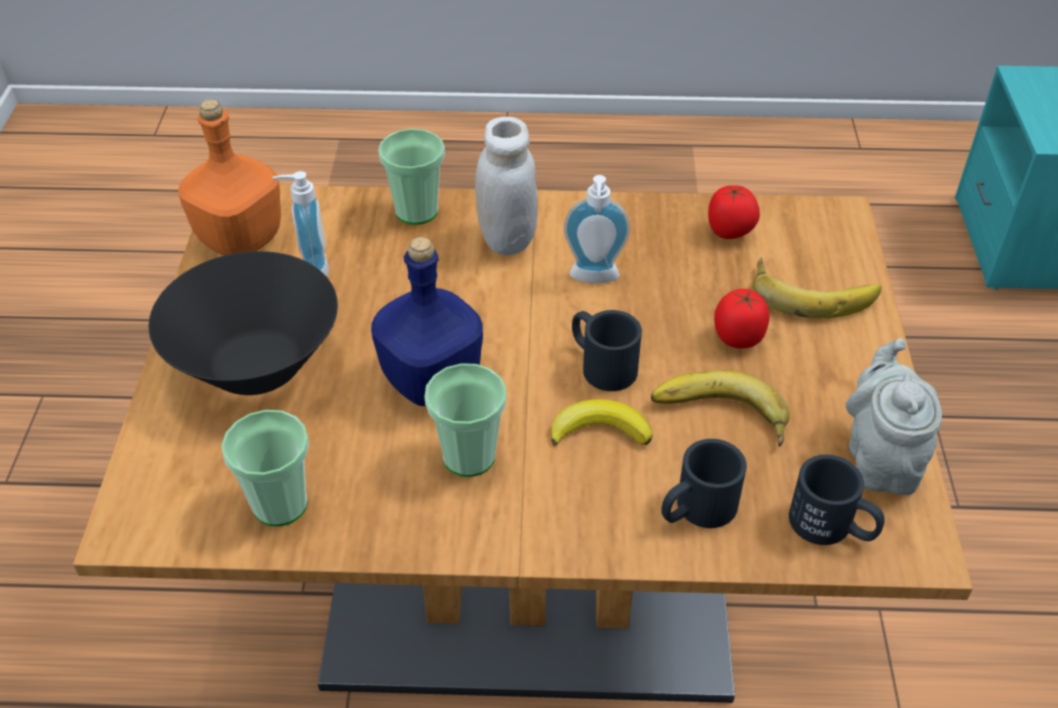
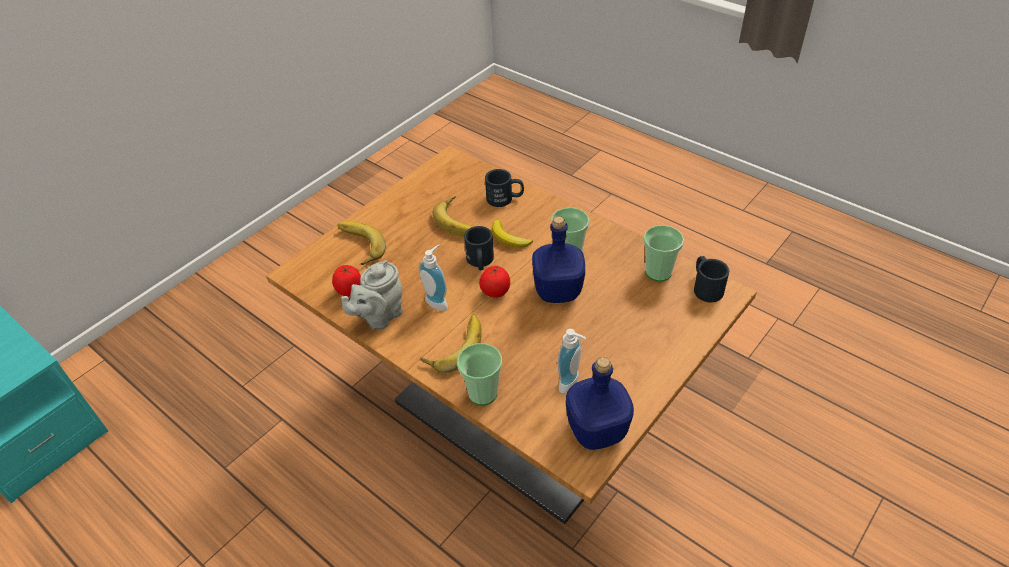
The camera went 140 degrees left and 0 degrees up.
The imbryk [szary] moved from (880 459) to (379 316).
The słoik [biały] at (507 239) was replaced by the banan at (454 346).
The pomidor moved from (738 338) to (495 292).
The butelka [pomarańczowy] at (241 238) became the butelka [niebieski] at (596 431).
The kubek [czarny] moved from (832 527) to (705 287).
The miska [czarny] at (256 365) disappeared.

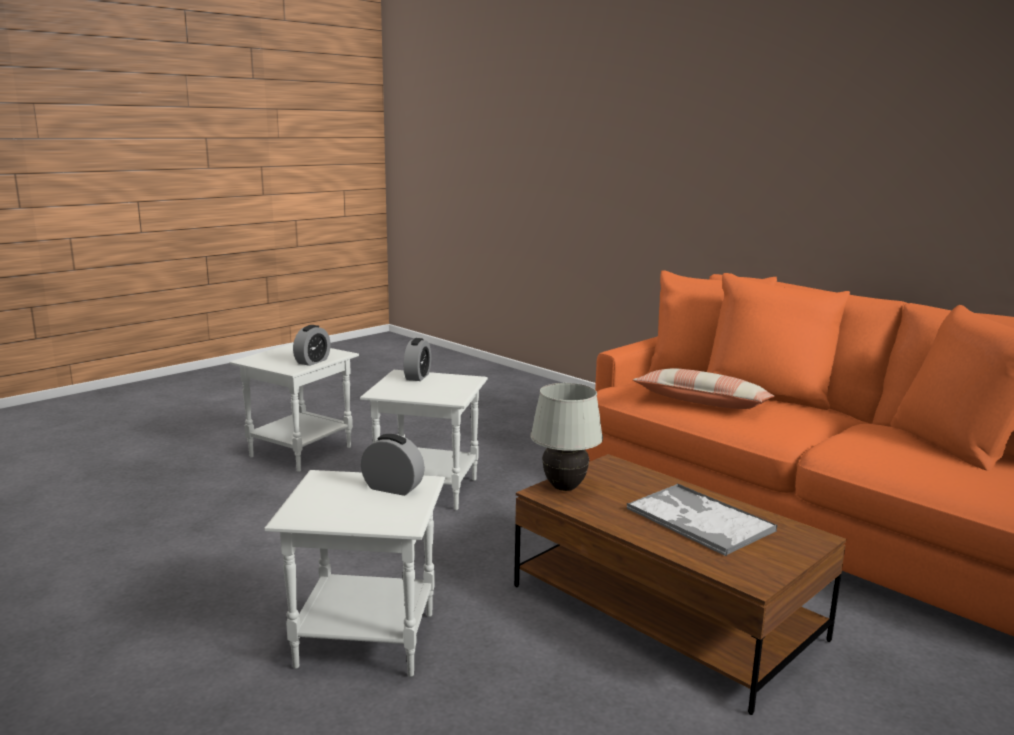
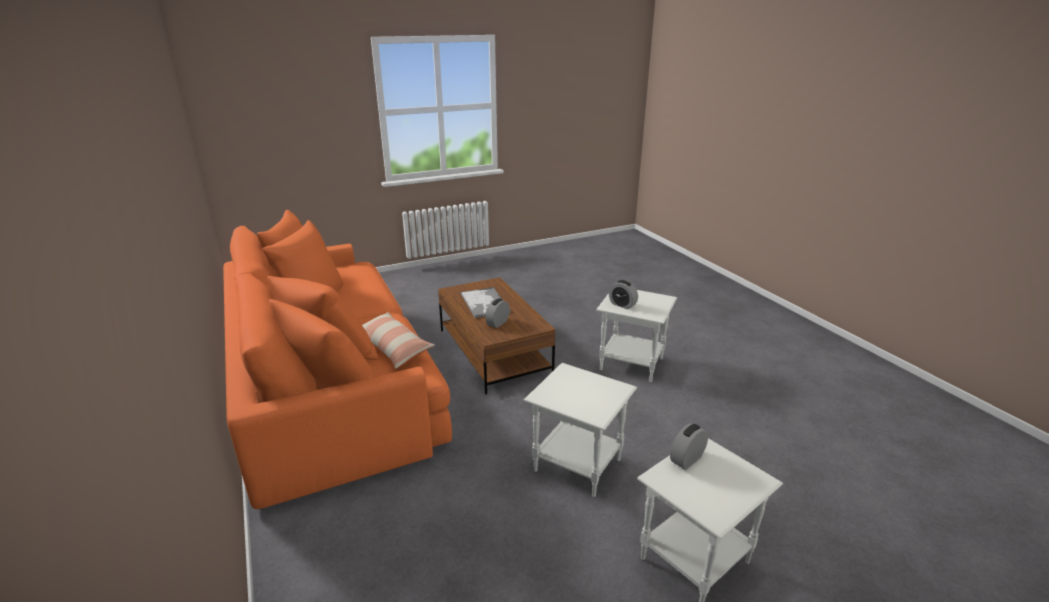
The camera went 160 degrees left and 10 degrees up.
The budzik moved from (417 376) to (497 323).
The lampa stołowa [biały] at (565 488) disappeared.

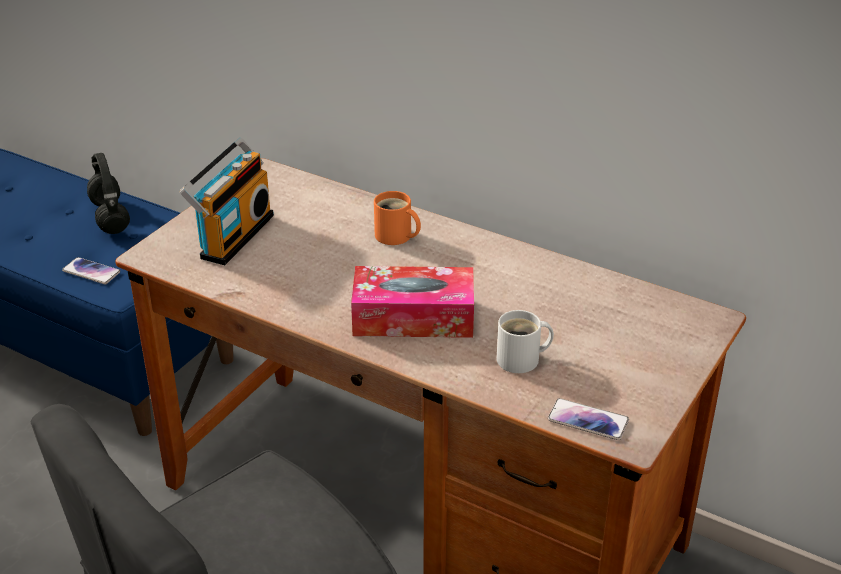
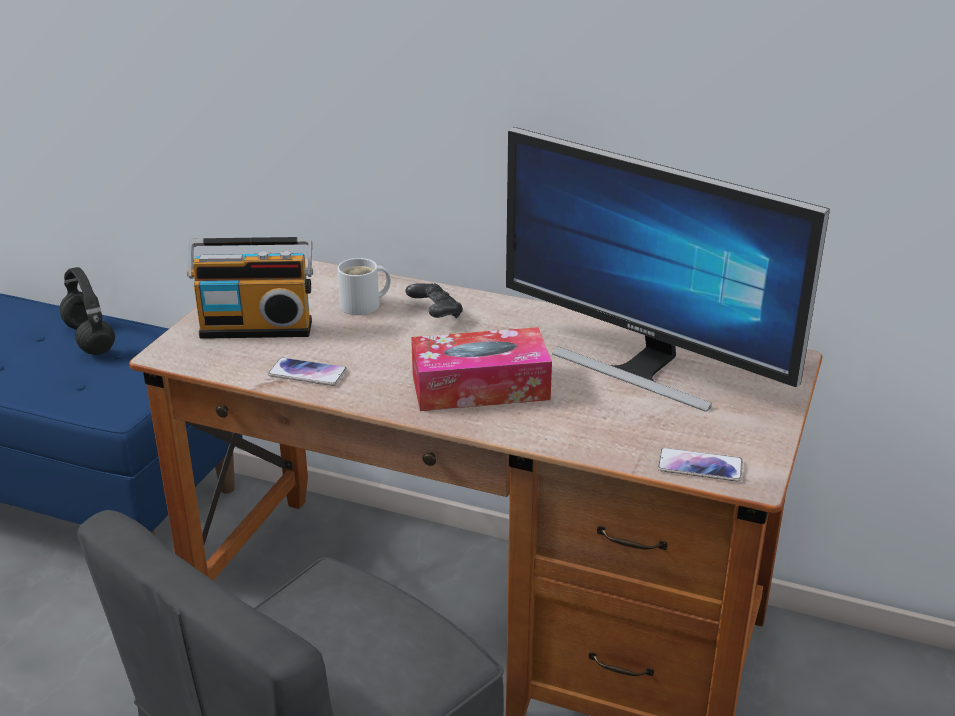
The camera went 10 degrees left and 5 degrees down.
The radio at (233 235) turned 75 degrees clockwise.
The telefon moved from (91 272) to (307 373).
The kubek [biały] moved from (522 360) to (364 305).
The kubek [pomarańczowy] at (395 237) was replaced by the pad do gier [czarny] at (435 313).
The monitor at (642 368) appeared.

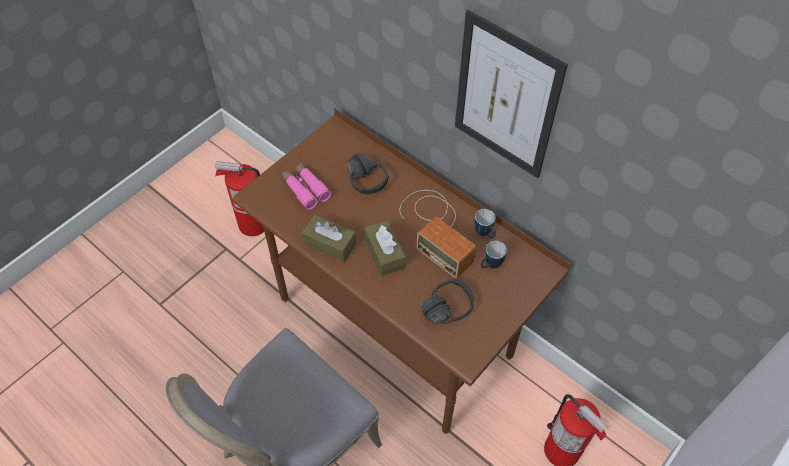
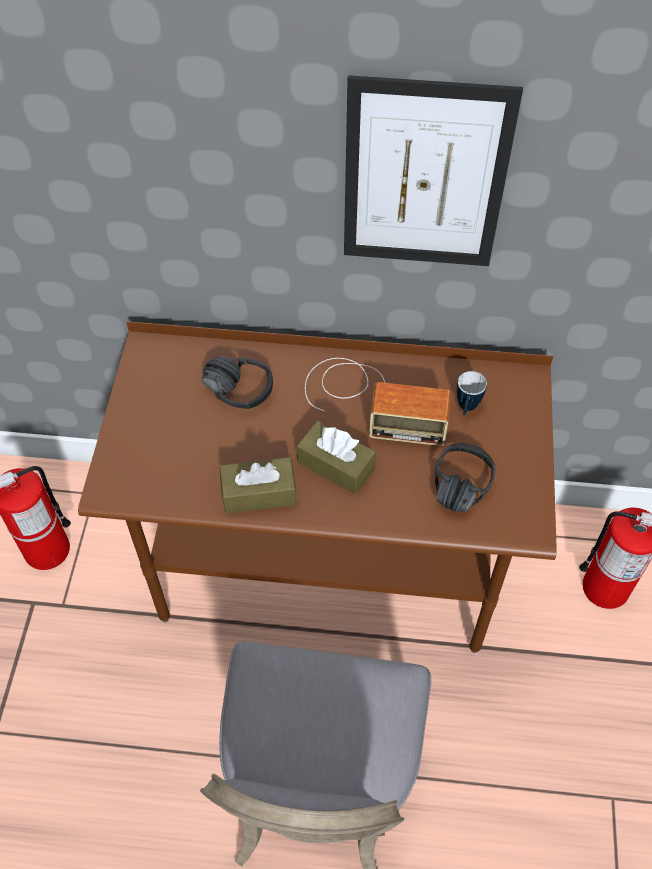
The camera went 35 degrees left and 0 degrees up.
The lornetka [różowy] at (305 189) disappeared.
The kubek at (485 234) disappeared.

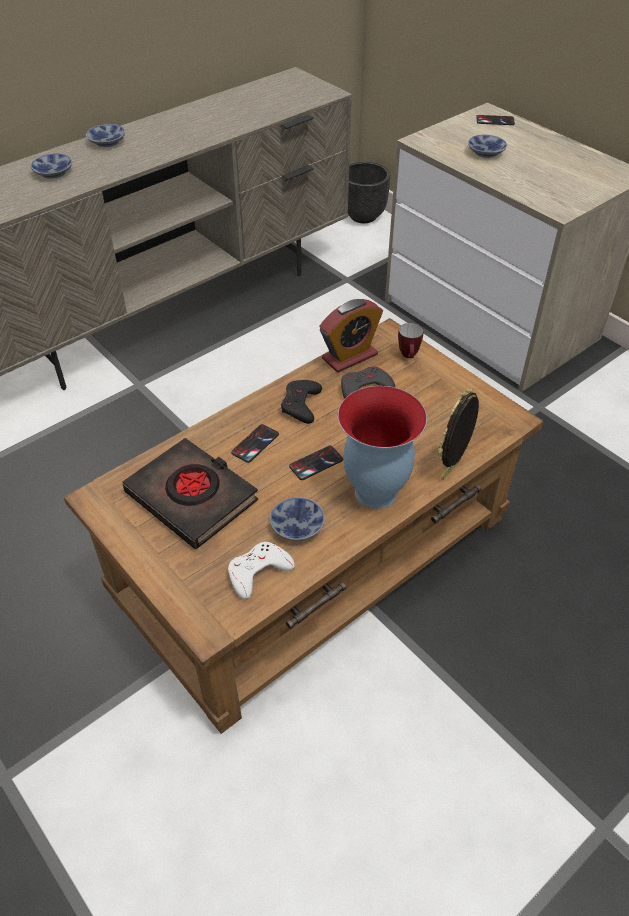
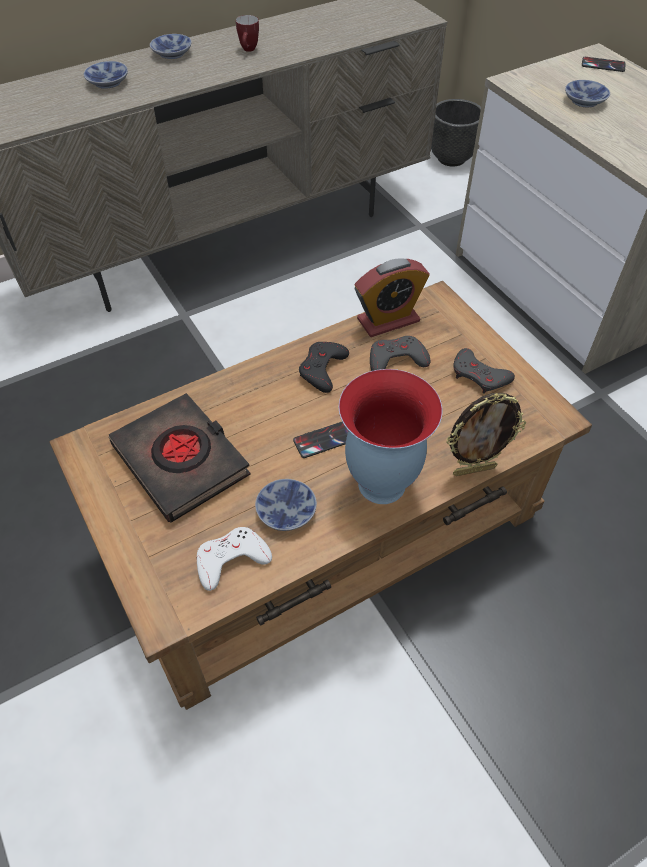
The camera went 10 degrees right and 5 degrees up.
The kubek moved from (409 356) to (249 50).
The ramka na zdjęcie at (452 470) turned 150 degrees counterclockwise.
The pad do gier [szary] at (479 376) appeared.
The telefon at (255 443) disappeared.

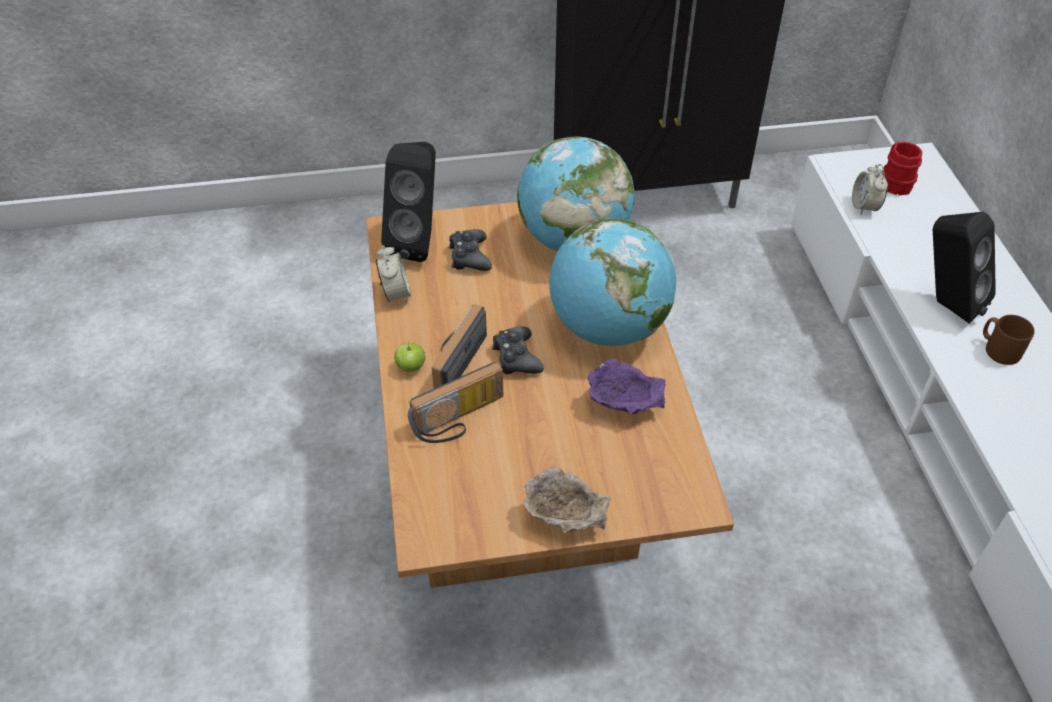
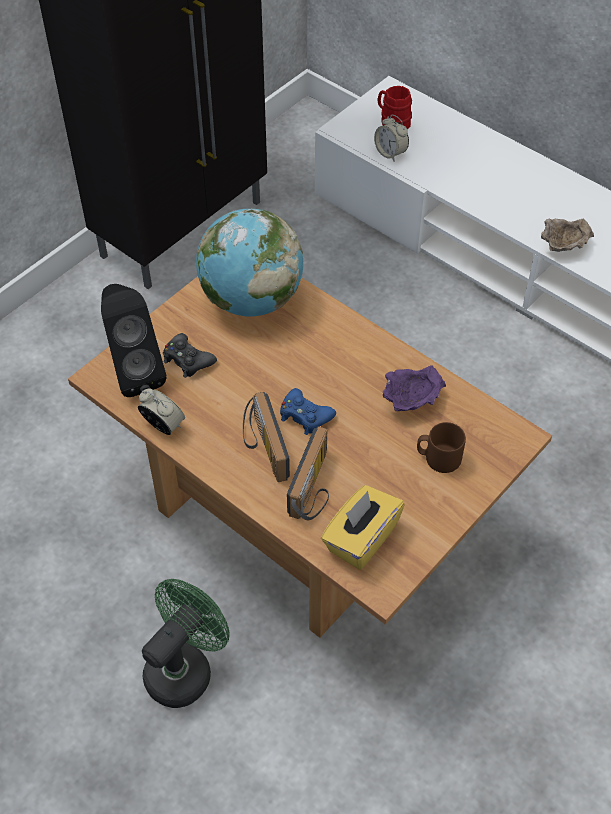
The camera went 40 degrees left and 5 degrees up.
The wentylator [zielony] at (185 667) appeared.
The pad do gier [czarny] at (516 357) became the pad do gier [niebieski] at (305 416).
The pudełko chusteczek [żółty] at (361 539) appeared.
The kubek [brązowy] moved from (998 350) to (438 458).
The miska [beżowy] moved from (565 519) to (563 247).
The jabłko at (411 367) disappeared.
The globus at (608 328) disappeared.
The głośnik [czarny] at (945 303) disappeared.

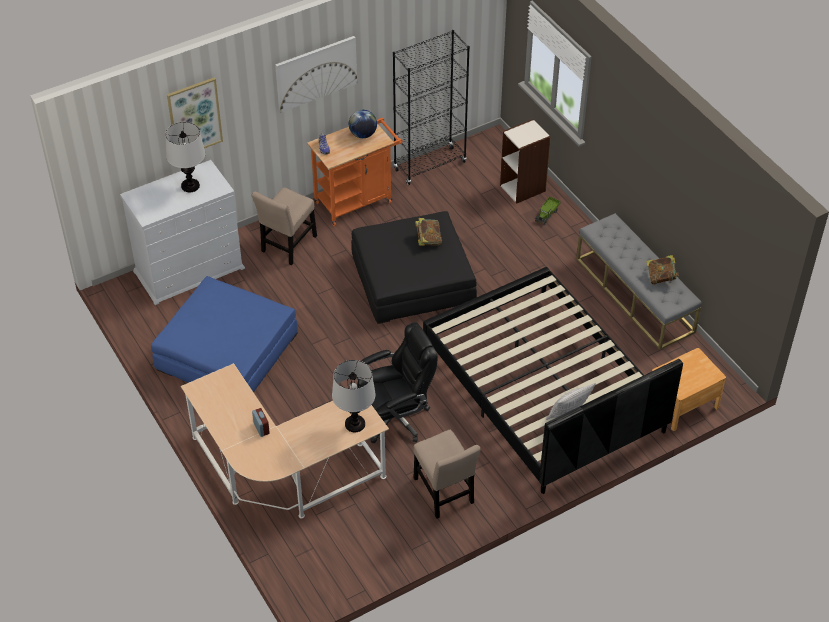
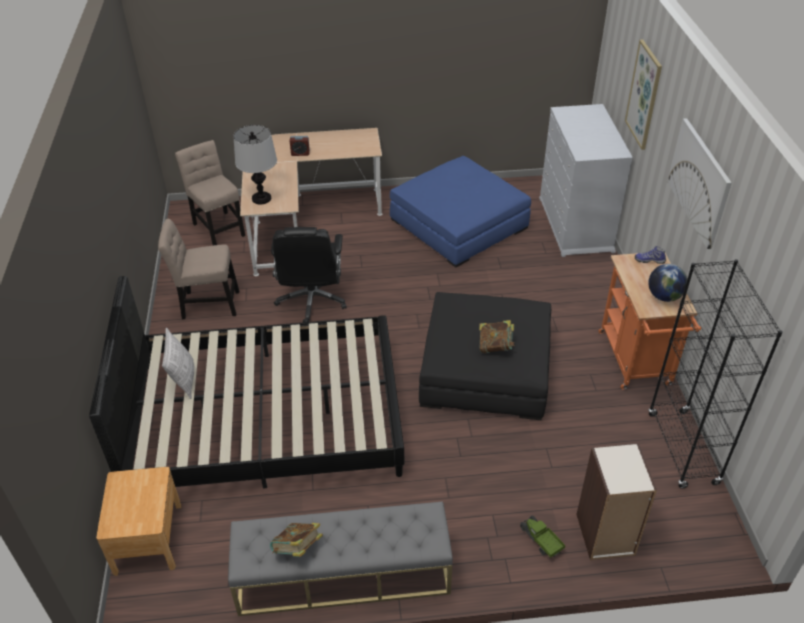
The camera went 115 degrees right and 5 degrees down.
The krzesło [beżowy] moved from (288 246) to (218 228).
The lampa stołowa at (190 186) disappeared.

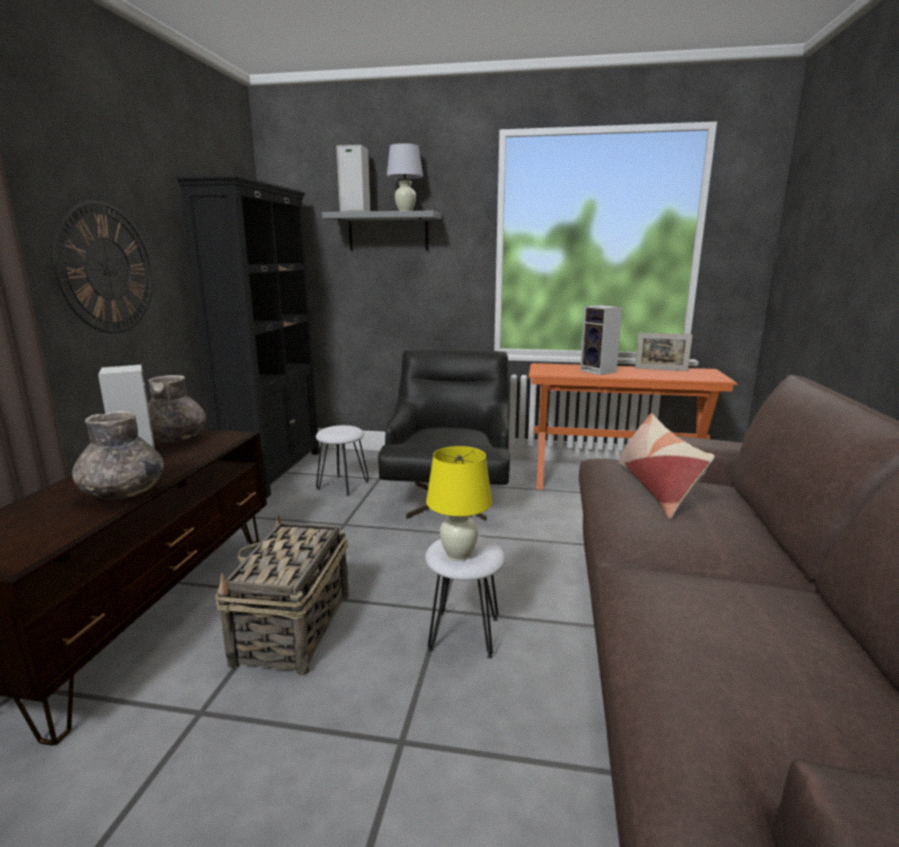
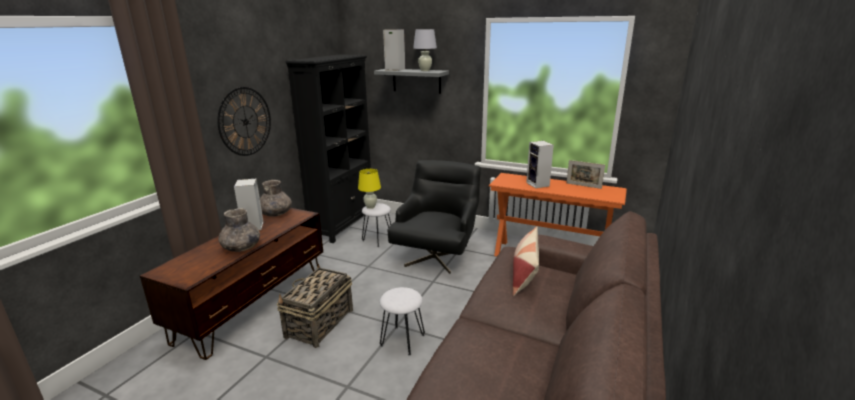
The camera went 15 degrees right and 5 degrees up.
The lampa stołowa [żółty] moved from (458 555) to (370 207).

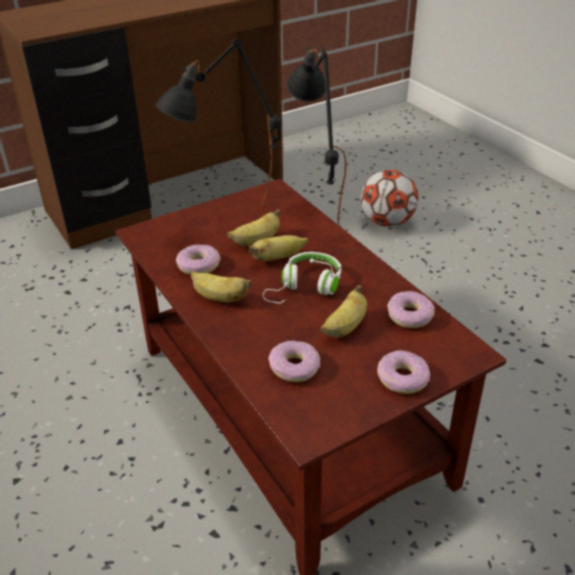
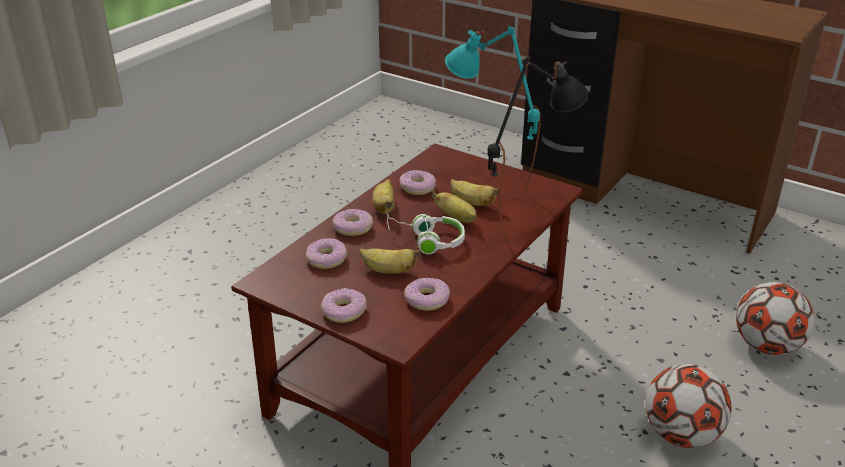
The camera went 65 degrees right and 5 degrees down.
The donut at (353 227) appeared.
The lampa stołowa [czarny] at (229 222) became the lampa stołowa [turkusowy] at (487 183).
The piłka futbolowa at (681 435) appeared.

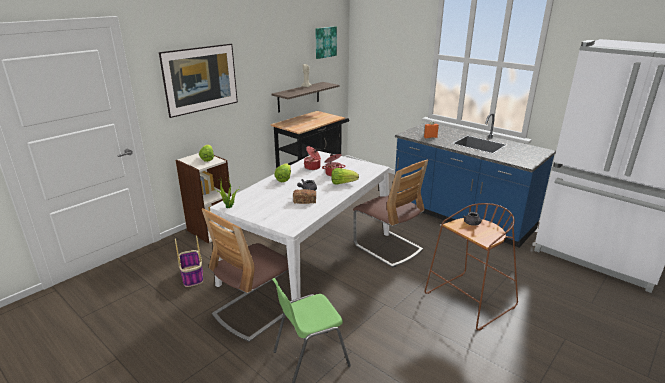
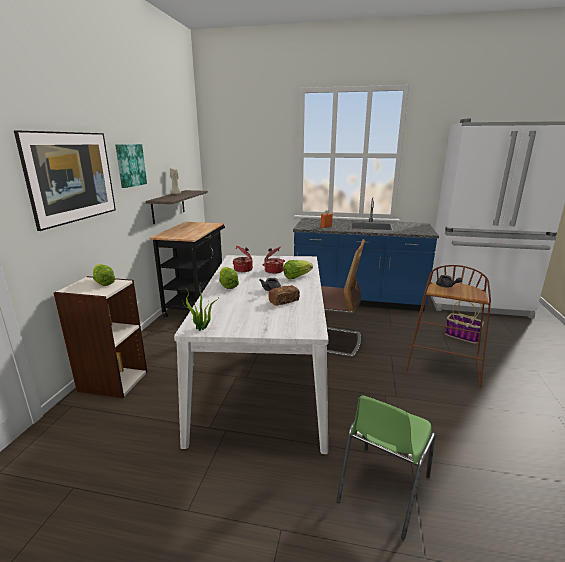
The camera went 30 degrees left and 5 degrees down.
The obraz moved from (325 42) to (130 165).
The koszyk moved from (192 276) to (462 336).
The krzesło at (255 311) disappeared.

